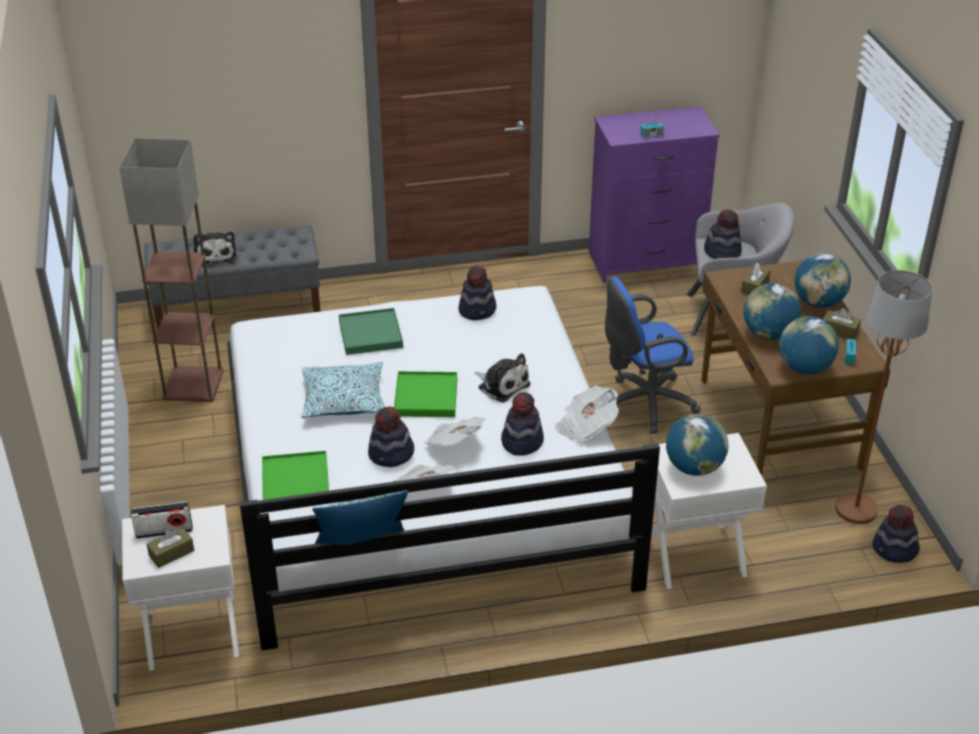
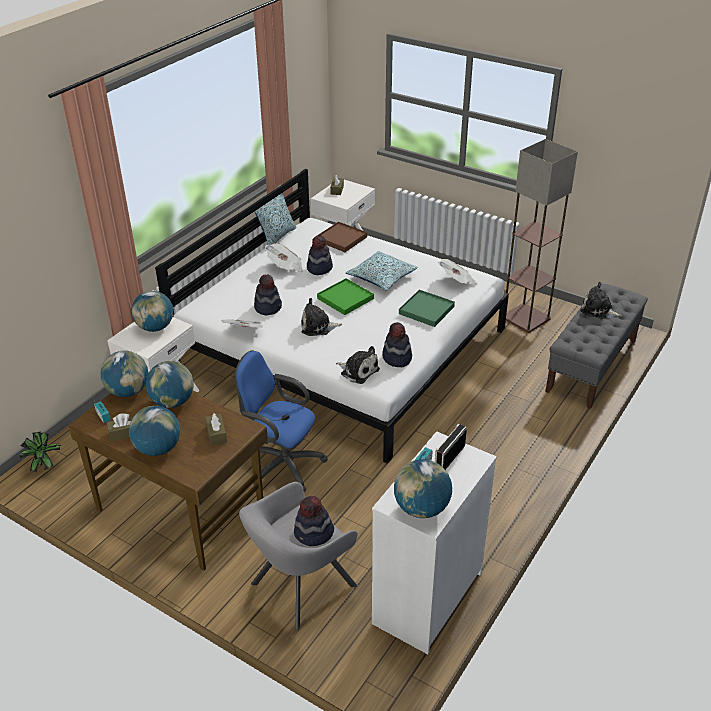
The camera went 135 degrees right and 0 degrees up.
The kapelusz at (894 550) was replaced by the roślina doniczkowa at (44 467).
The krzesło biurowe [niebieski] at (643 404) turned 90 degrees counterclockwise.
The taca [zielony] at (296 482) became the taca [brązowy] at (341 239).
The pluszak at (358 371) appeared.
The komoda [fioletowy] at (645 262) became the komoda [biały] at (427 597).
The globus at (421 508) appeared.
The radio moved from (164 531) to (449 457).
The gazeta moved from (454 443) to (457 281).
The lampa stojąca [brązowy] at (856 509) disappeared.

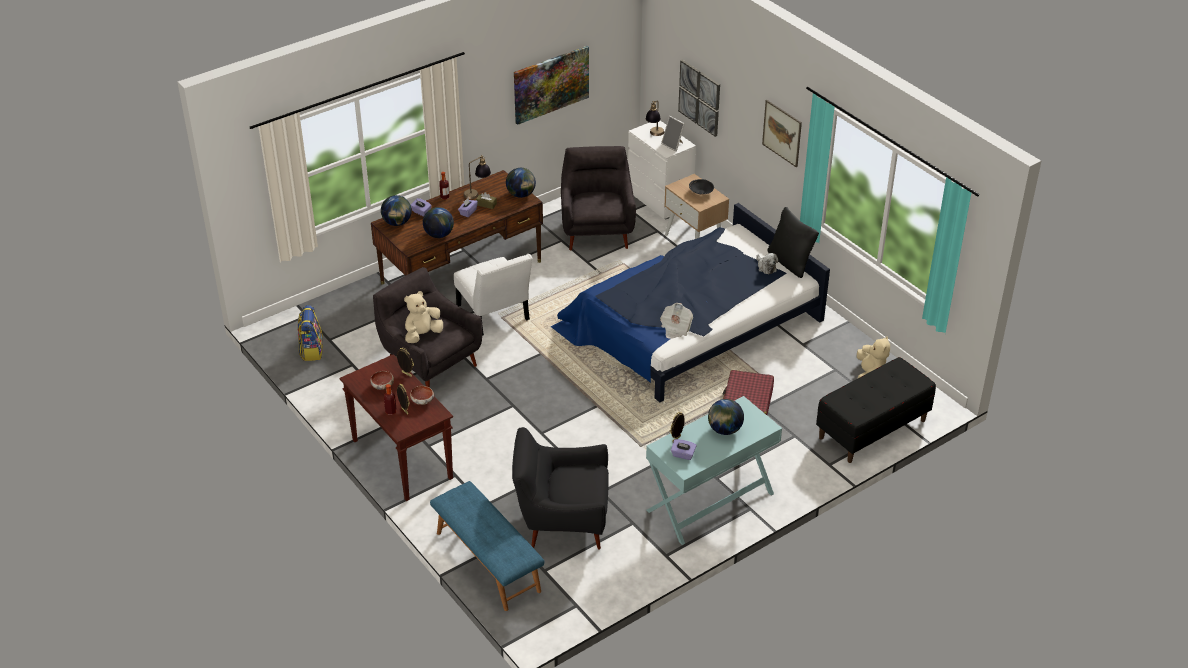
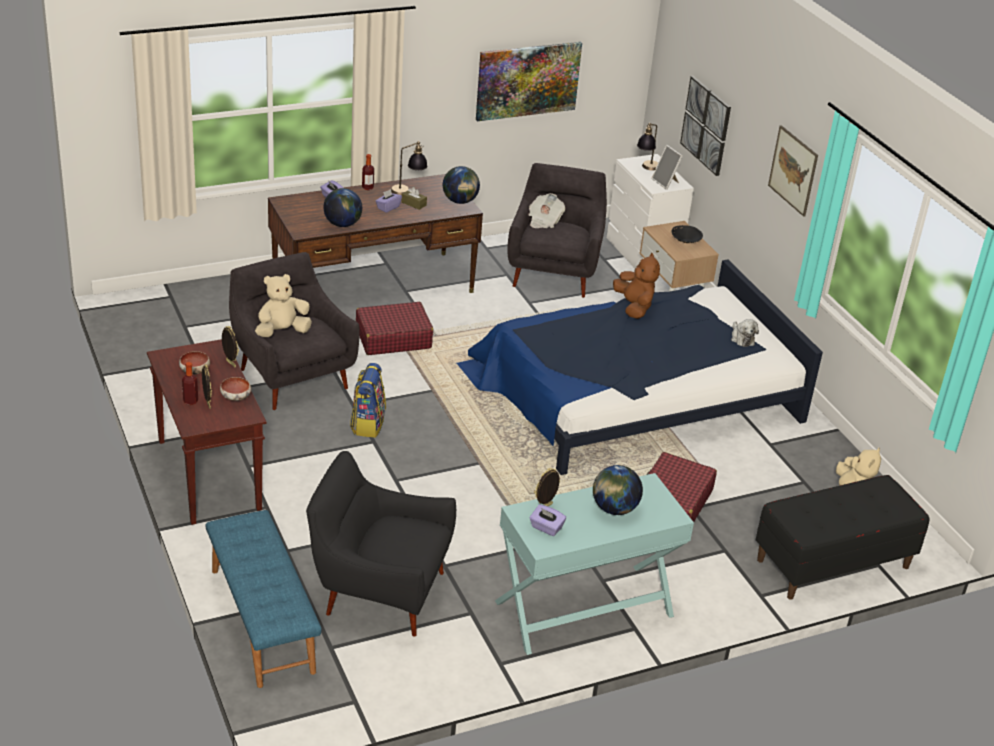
The camera went 10 degrees right and 5 degrees down.
The plecak moved from (311 350) to (367 424).
The krzesło [biały] at (494 315) was replaced by the walizka [czerwony] at (393 338).
The gazeta moved from (675 328) to (544 221).
The pluszak [brązowy] at (634 307) appeared.
The globus at (397 223) disappeared.
The poduszka [czarny] at (790 262) disappeared.

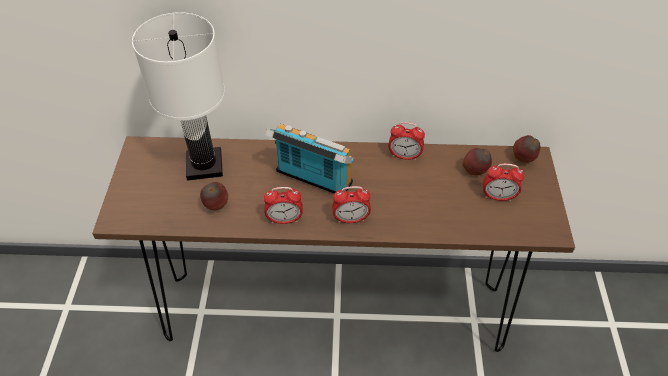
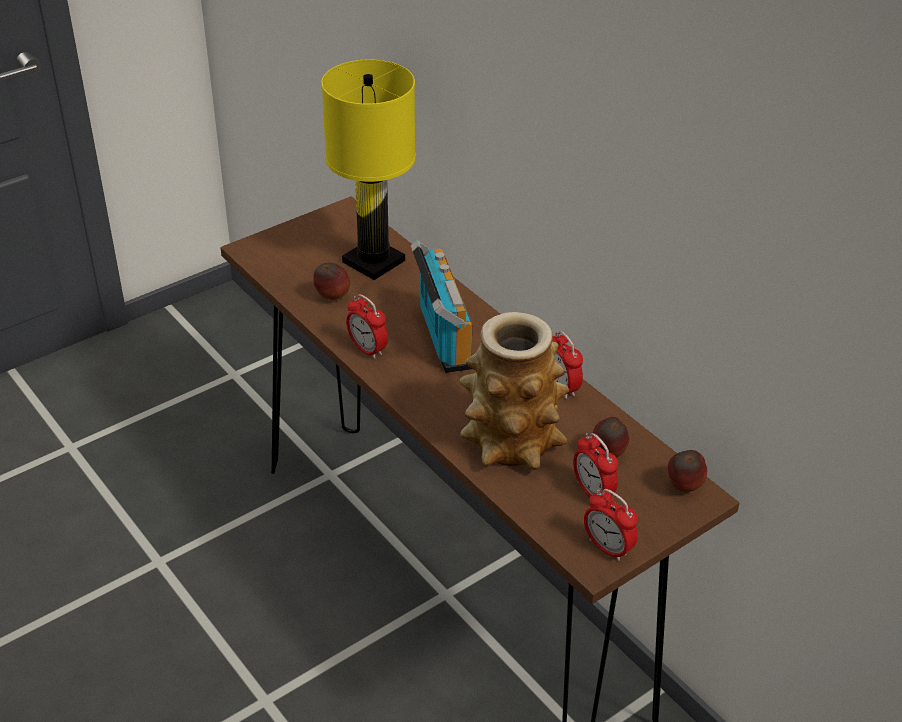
The camera went 50 degrees right and 10 degrees down.
The lampa stołowa [biały] at (205 165) became the lampa stołowa [żółty] at (374 261).
The wazon at (512 440) appeared.
The budzik moved from (351 219) to (608 548).

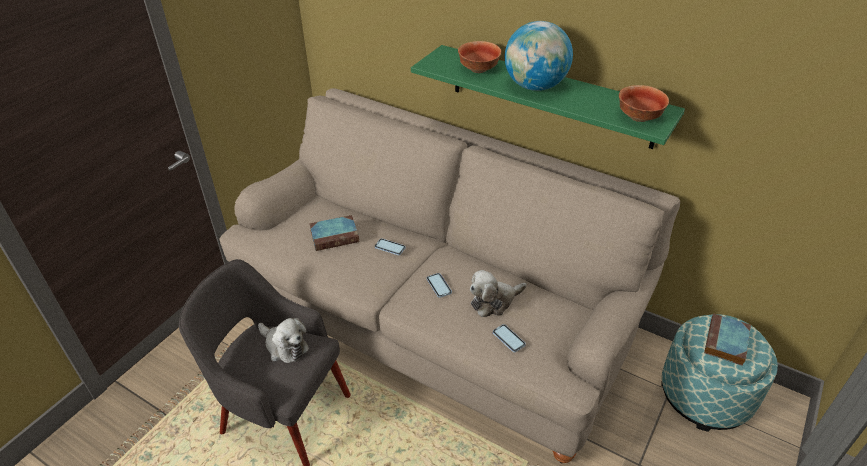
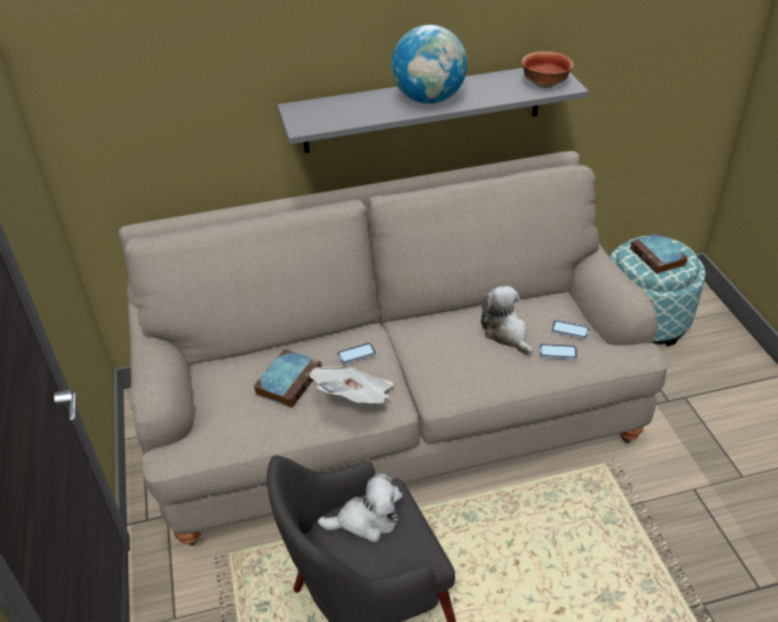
The camera went 45 degrees left and 0 degrees up.
The półka [zielony] at (550 96) became the półka [szary] at (423 108).
The gazeta at (355 399) appeared.
The pluszak at (494 301) turned 135 degrees clockwise.
The telefon moved from (439 286) to (570 330).
The miska at (479 69) disappeared.

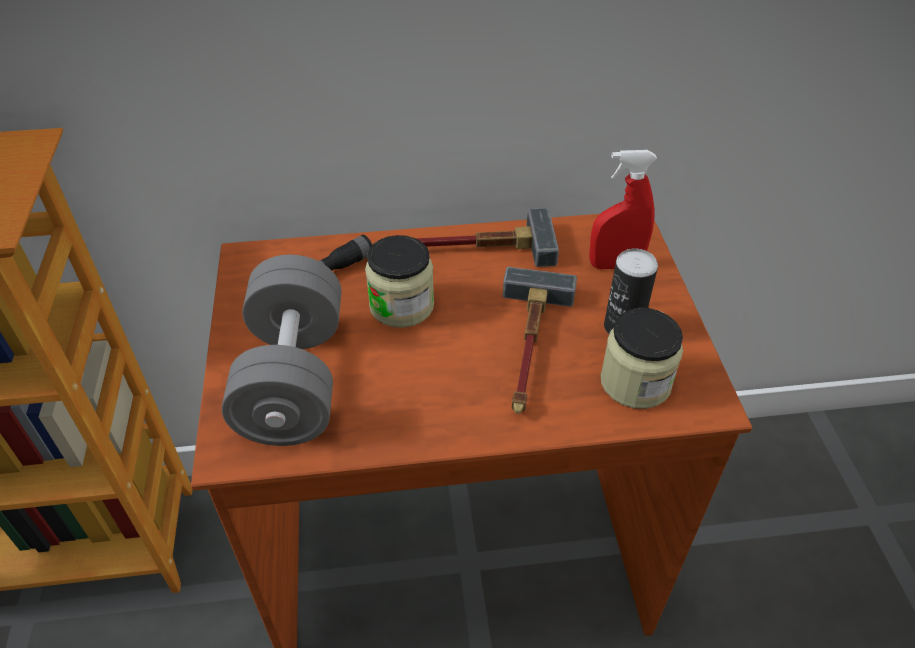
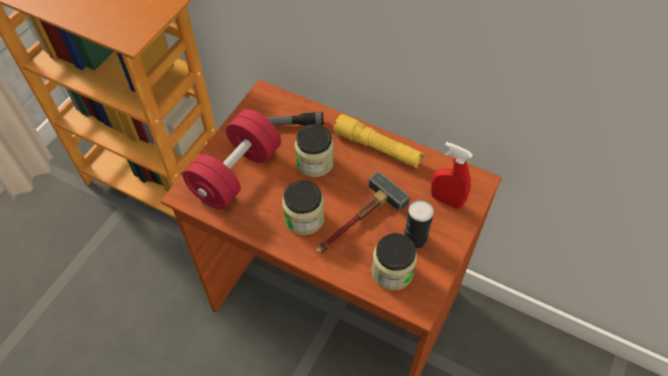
The camera went 35 degrees right and 10 degrees up.
The hantel [szary] at (293 379) became the hantel [czerwony] at (236 174).
The słoik at (304 218) appeared.
The młotek at (472 248) was replaced by the latarka [żółty] at (378 148).

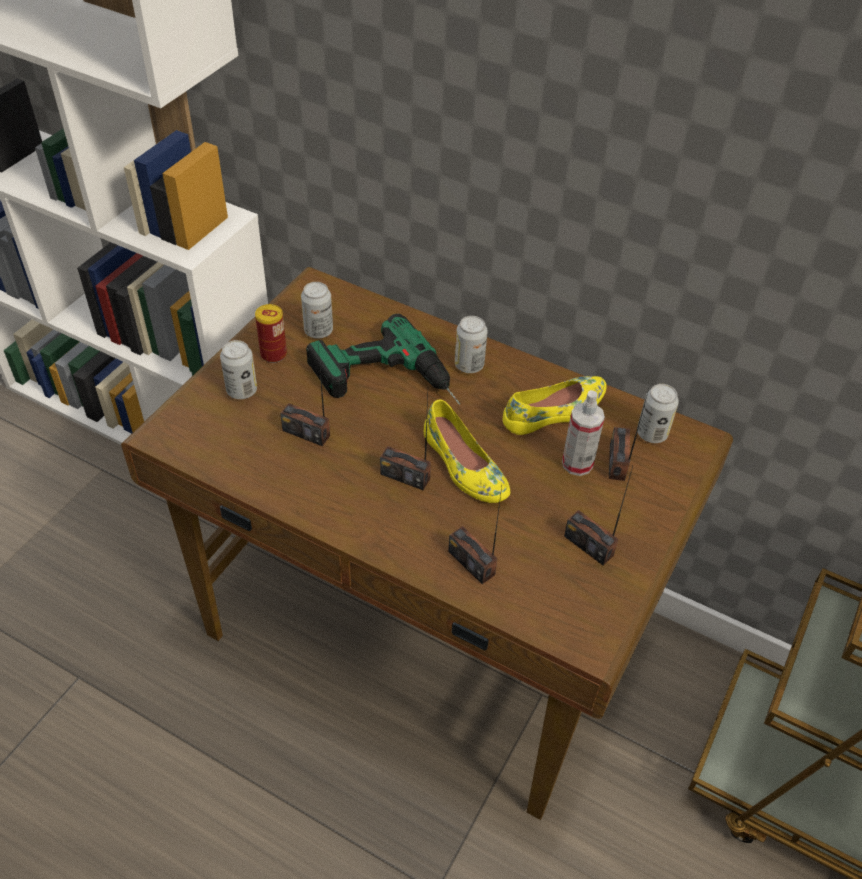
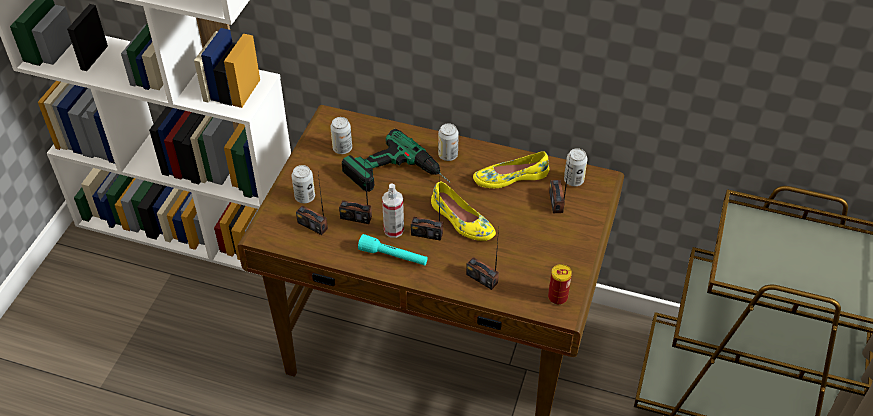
The camera went 10 degrees left and 0 degrees up.
The radio moved from (588 545) to (312 225).
The latarka [turkusowy] at (393 256) appeared.
The spryskiwacz moved from (577 463) to (393 230).
The but [żółty] at (555 412) turned 150 degrees counterclockwise.
The puszka moved from (273 354) to (557 297).

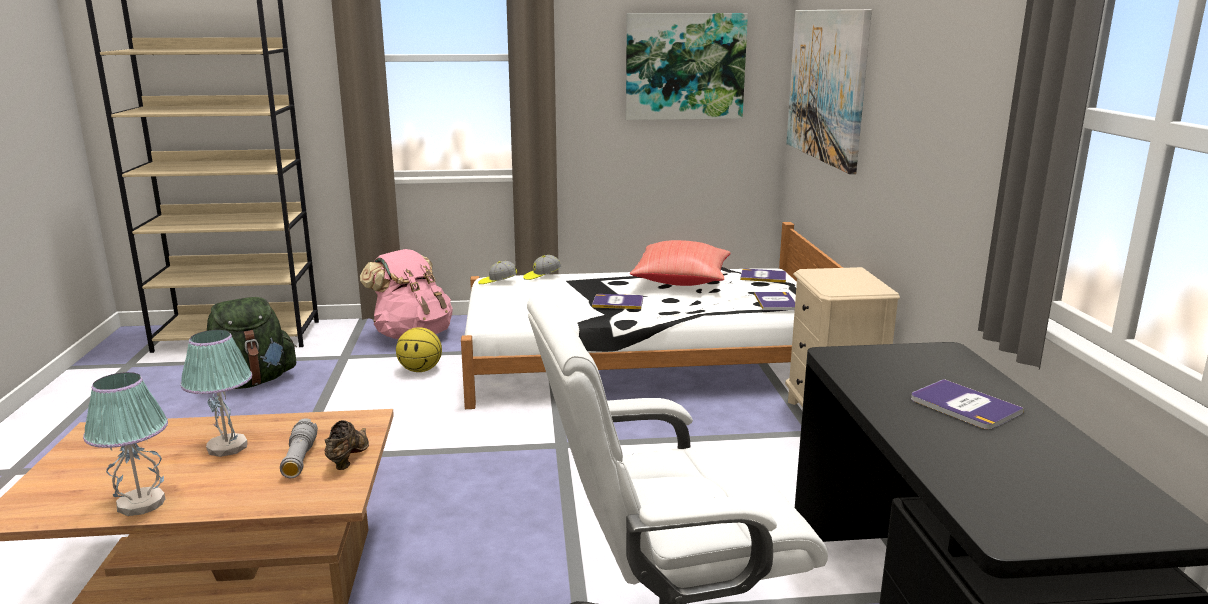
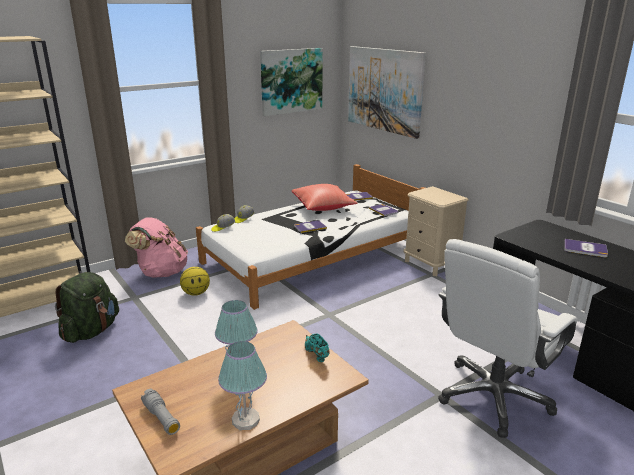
The camera went 30 degrees left and 5 degrees up.
The latarka [szary] moved from (300 459) to (161 418).
The but [brązowy] at (347 458) became the but [turkusowy] at (316 354).

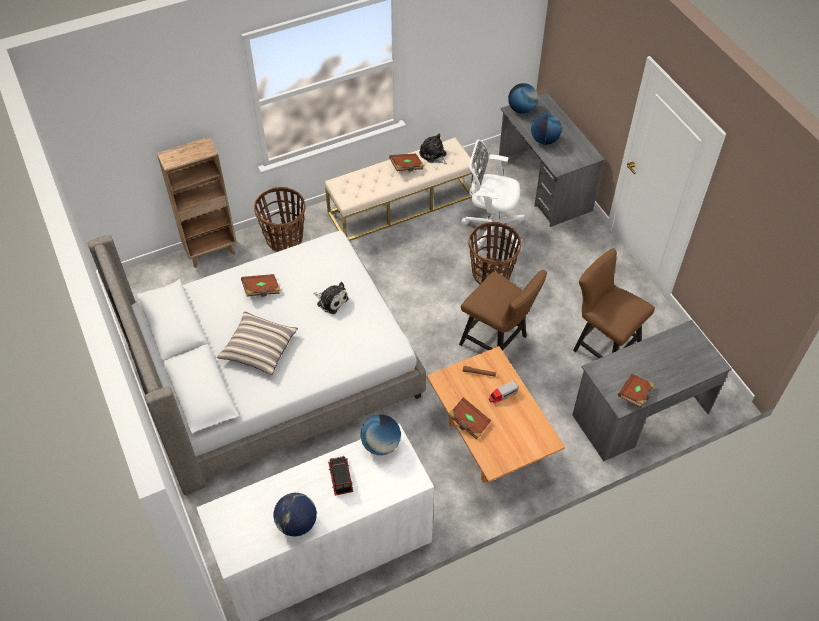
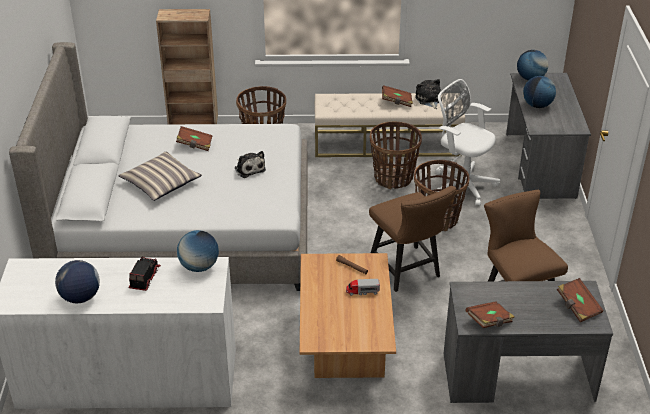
The camera went 25 degrees right and 15 degrees down.
The koszyk at (393 178) appeared.
The książka [brązowy] moved from (469 423) to (577 307).

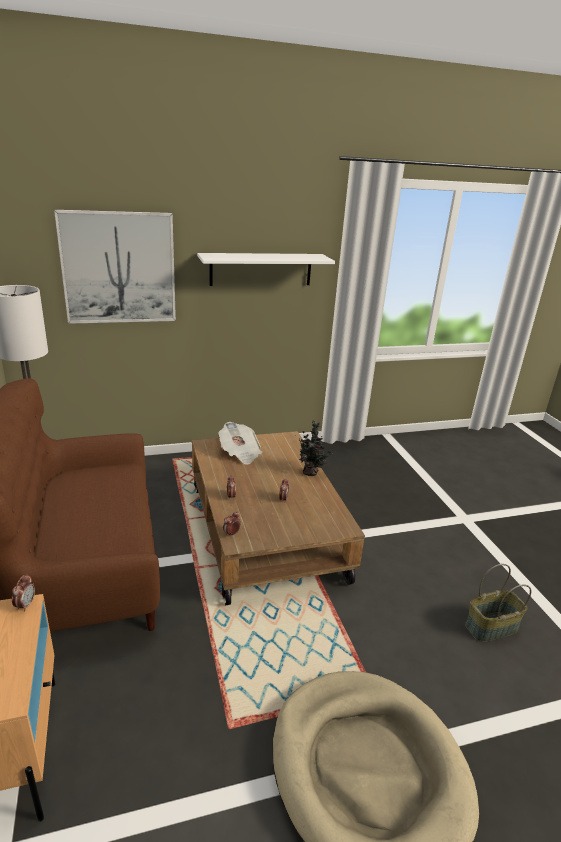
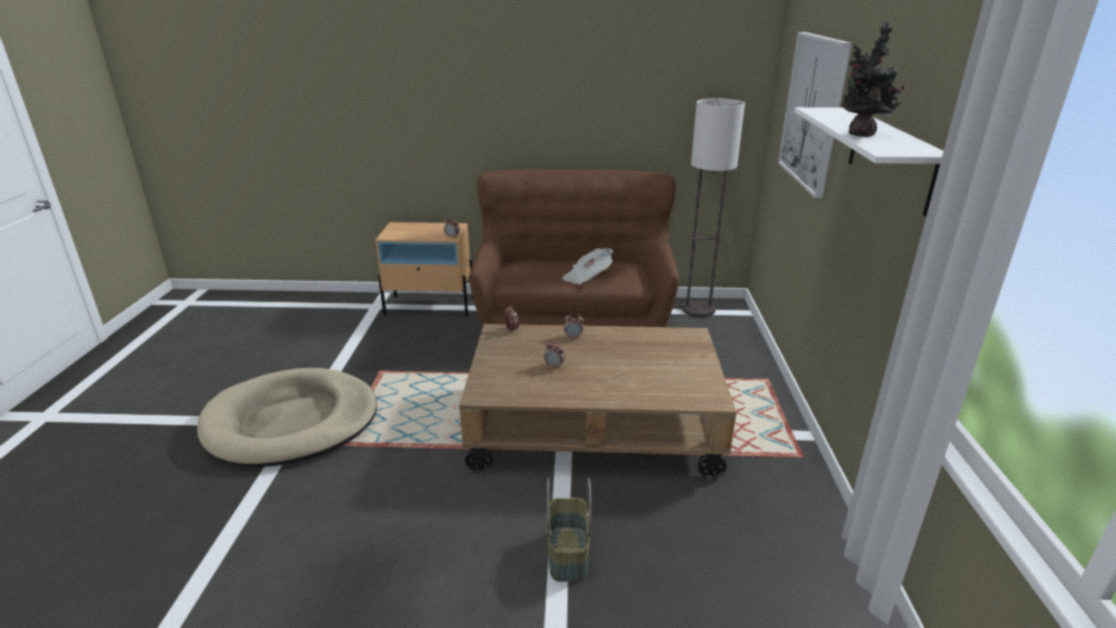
The camera went 110 degrees right and 0 degrees up.
The koszyk moved from (491 628) to (567 553).
The gazeta moved from (240 453) to (587 278).
The roślina doniczkowa moved from (311 473) to (861 135).

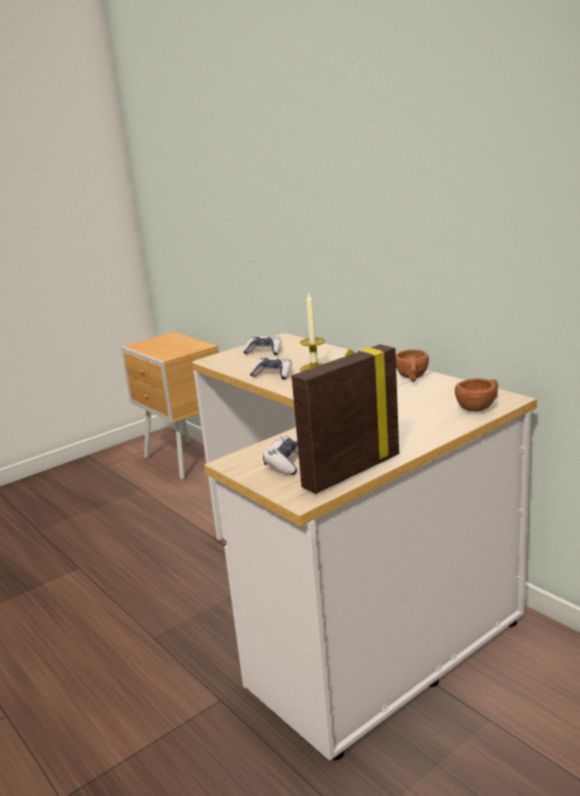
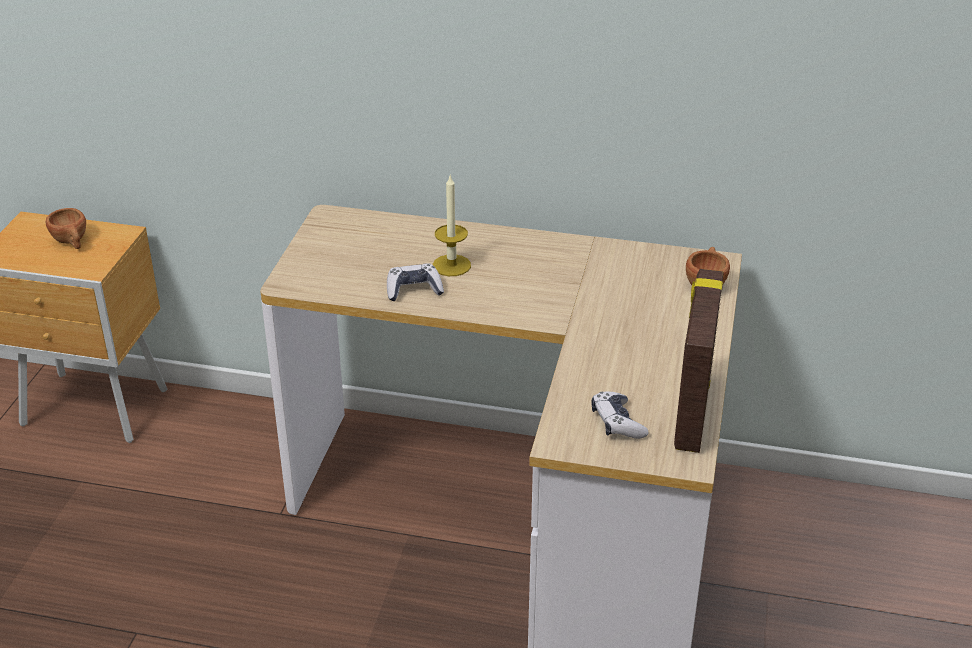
The camera went 40 degrees left and 15 degrees up.
The filiżanka [brązowy] moved from (412 378) to (72 242).
The pad do gier at (264 352) disappeared.

